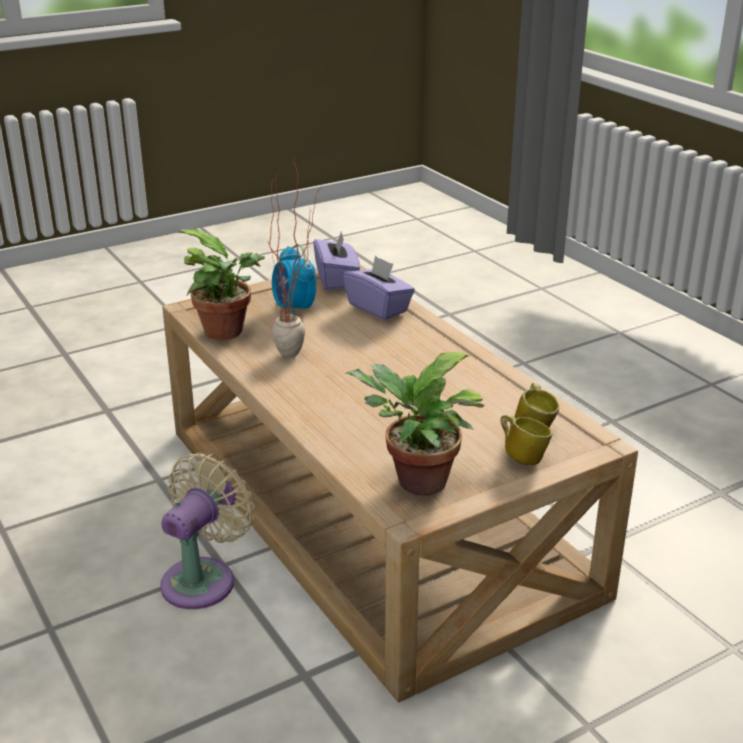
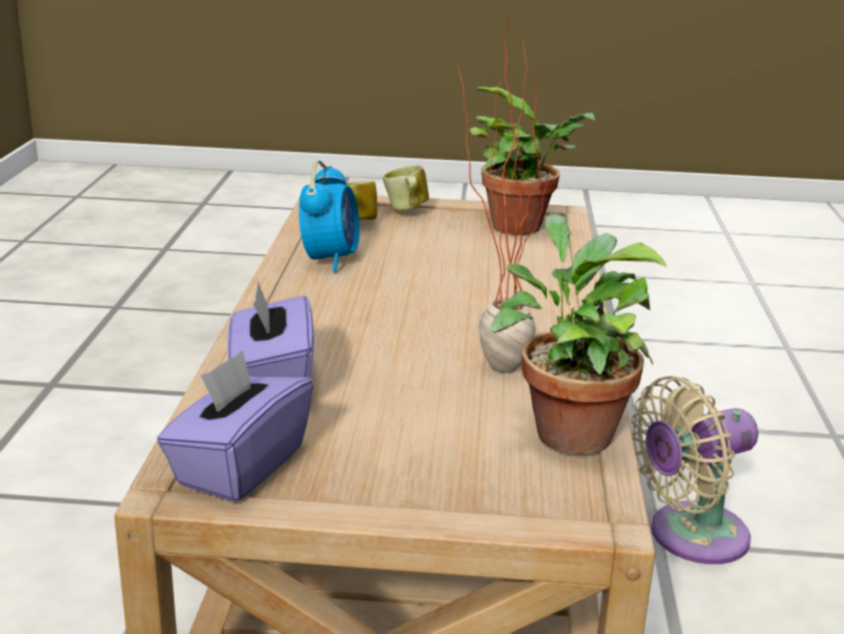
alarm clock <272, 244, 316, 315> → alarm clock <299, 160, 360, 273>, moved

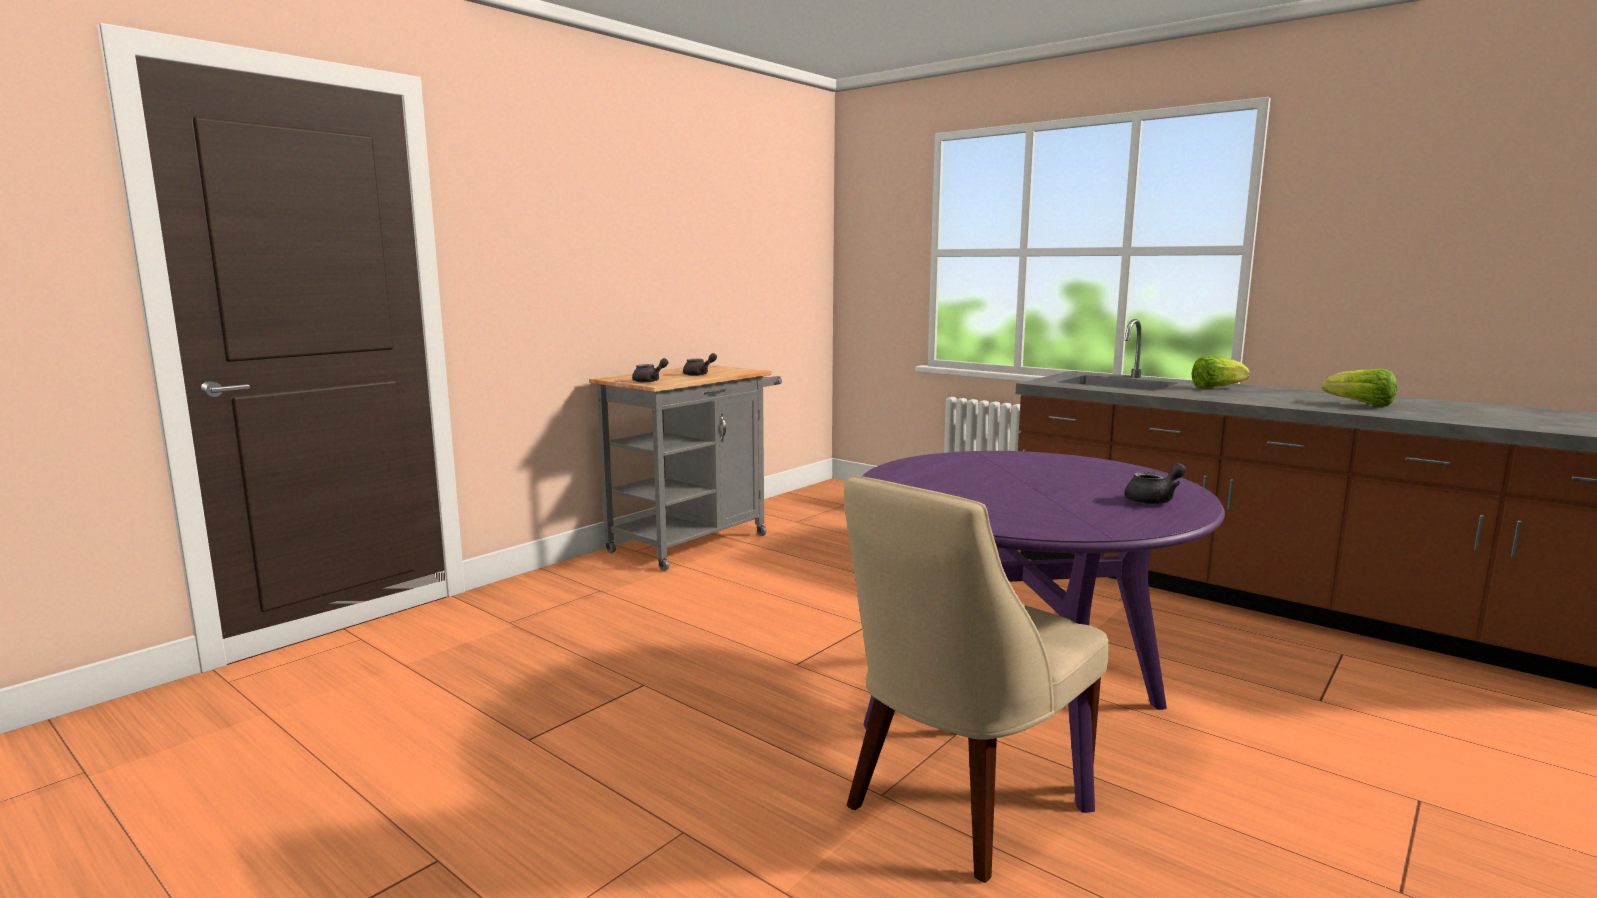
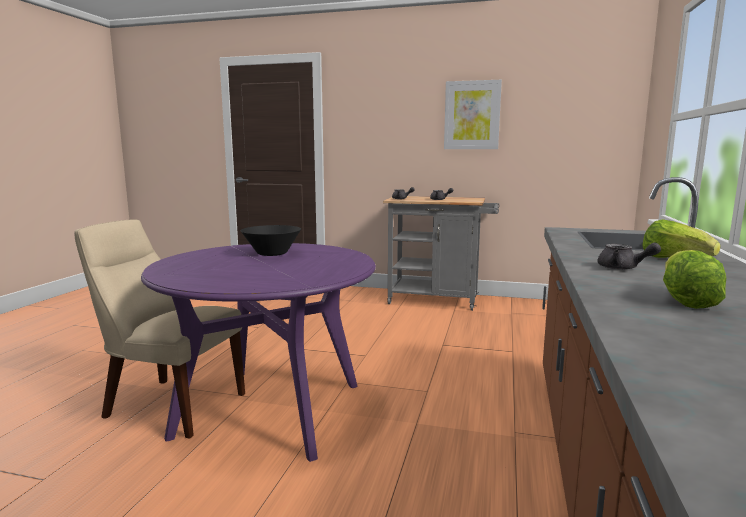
grey teapot <1124, 463, 1186, 505> → grey teapot <597, 243, 661, 270>, moved
- → picture <444, 80, 502, 149>
- → black bowl <241, 225, 301, 256>

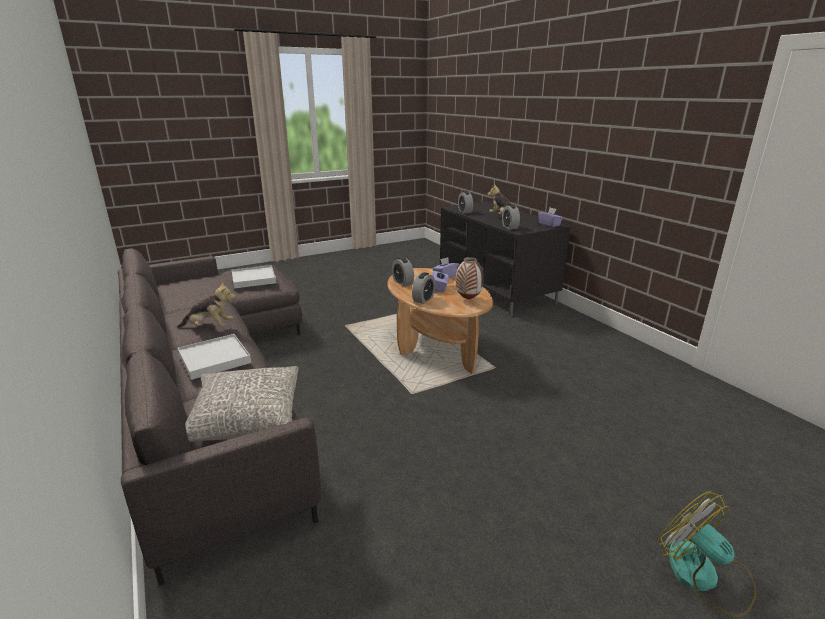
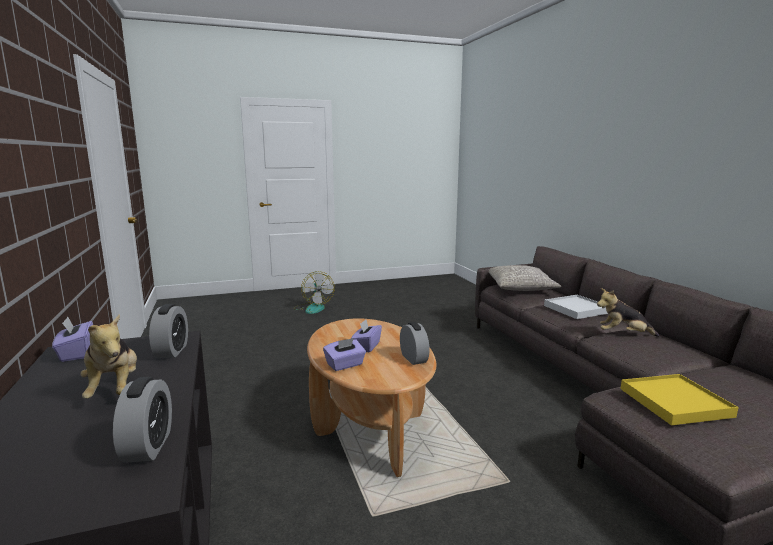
vase <455, 257, 484, 300> → -
white tray <232, 265, 276, 289> → yellow tray <621, 374, 739, 425>
alarm clock <412, 272, 435, 304> → -

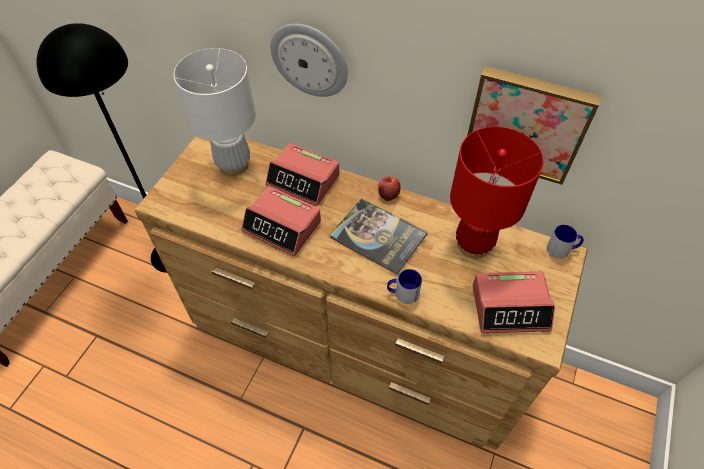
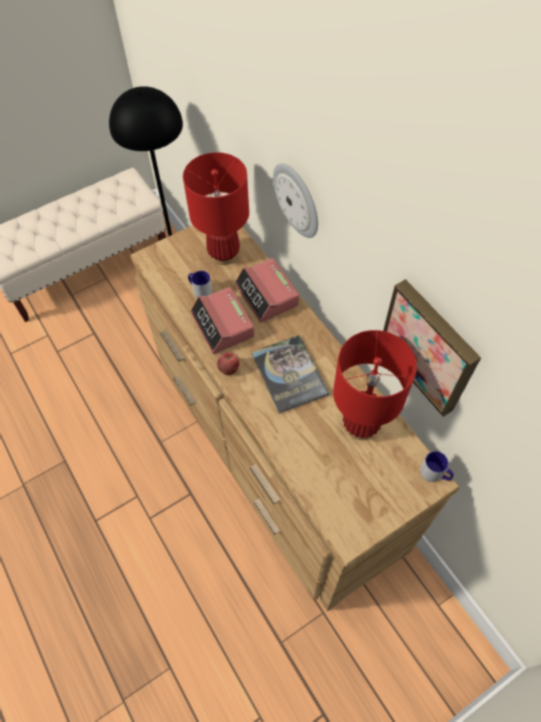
white table lamp <174, 48, 256, 176> → red table lamp <183, 152, 249, 265>
apple <378, 176, 401, 201> → apple <217, 352, 240, 375>, moved
mug <387, 269, 422, 304> → mug <188, 271, 212, 298>, moved
alarm clock <472, 272, 555, 333> → -

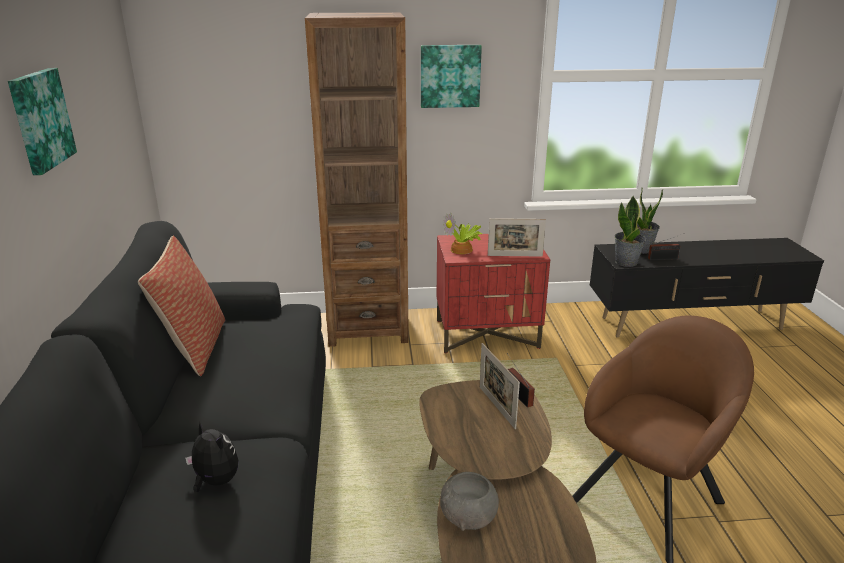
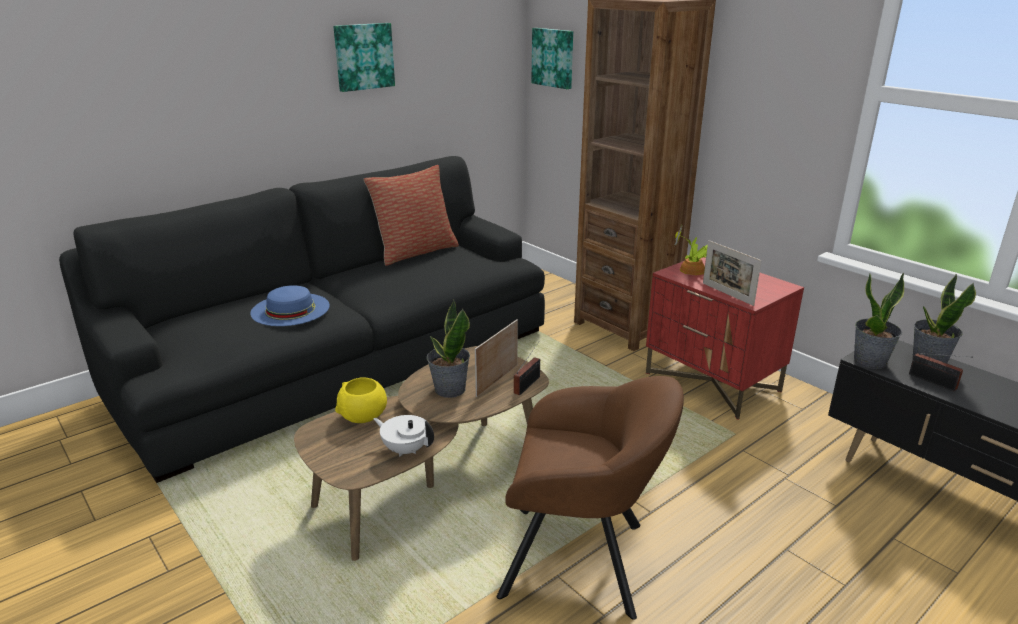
picture <421, 45, 482, 108> → picture <531, 28, 573, 89>, moved
plush toy <185, 422, 238, 493> → blue hat <250, 285, 330, 326>
grey bowl <440, 472, 499, 531> → yellow bowl <335, 378, 387, 423>
- → potted plant <427, 300, 470, 398>
- → white teapot <373, 415, 434, 456>

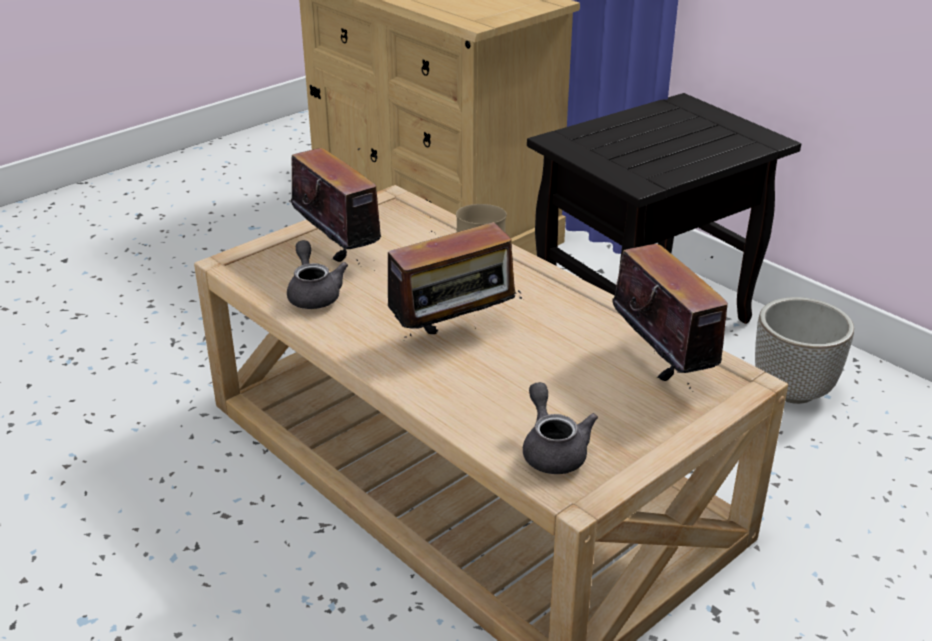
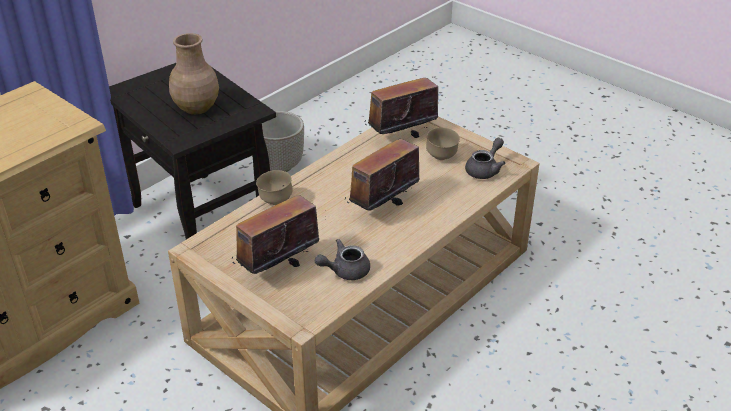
radio <373, 217, 522, 341> → radio <345, 128, 427, 210>, 105 degrees counterclockwise
grey teapot <523, 382, 598, 474> → grey teapot <465, 138, 505, 179>, 150 degrees clockwise
- → brown vase <169, 33, 219, 115>
- → brown bowl <426, 127, 460, 160>

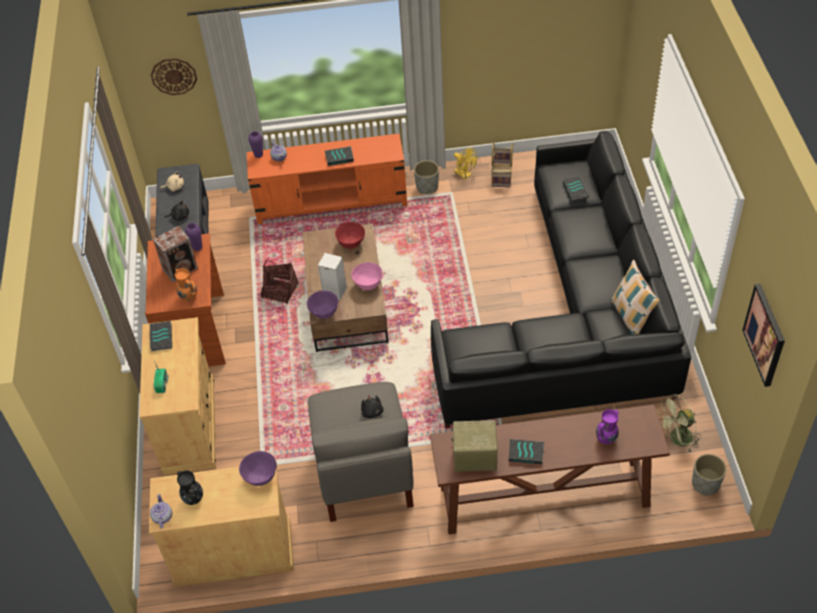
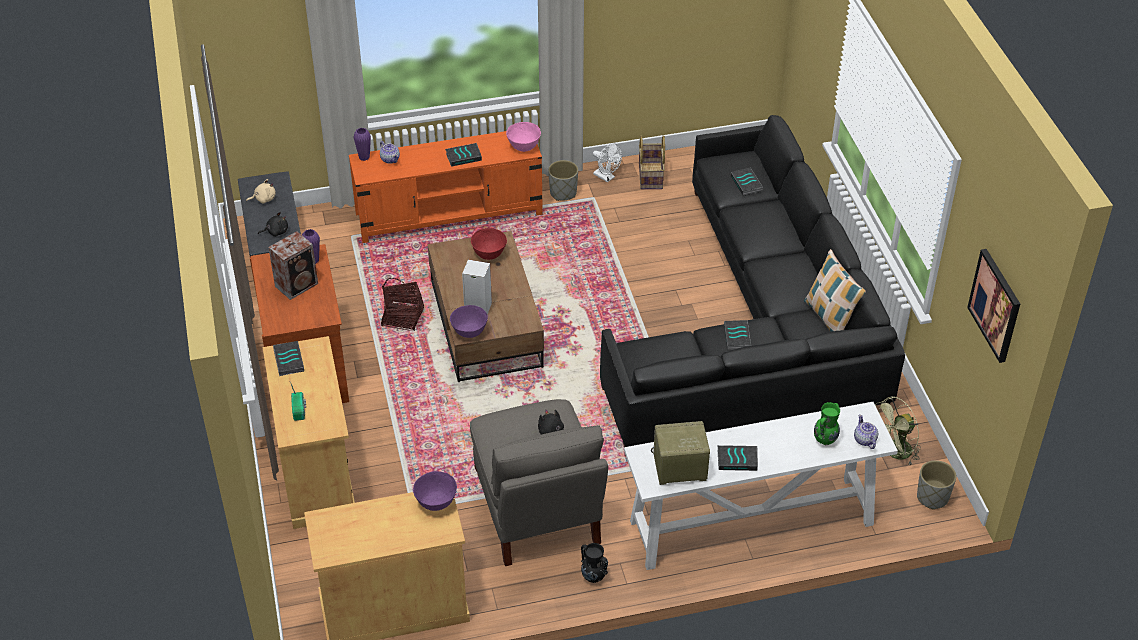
wall clock <151, 58, 197, 95> → -
yellow fan <454, 148, 477, 179> → white fan <593, 143, 622, 182>
pink bowl <351, 262, 383, 290> → pink bowl <506, 122, 541, 152>, moved
orange vase <175, 268, 197, 301> → -
brown console table <430, 405, 670, 534> → white console table <624, 402, 898, 570>
purple vase <596, 409, 619, 444> → green vase <814, 402, 840, 445>
black vase <177, 470, 203, 505> → black vase <581, 543, 608, 583>, moved
teapot <150, 494, 172, 529> → teapot <854, 414, 878, 449>, moved
- → book <724, 320, 751, 350>

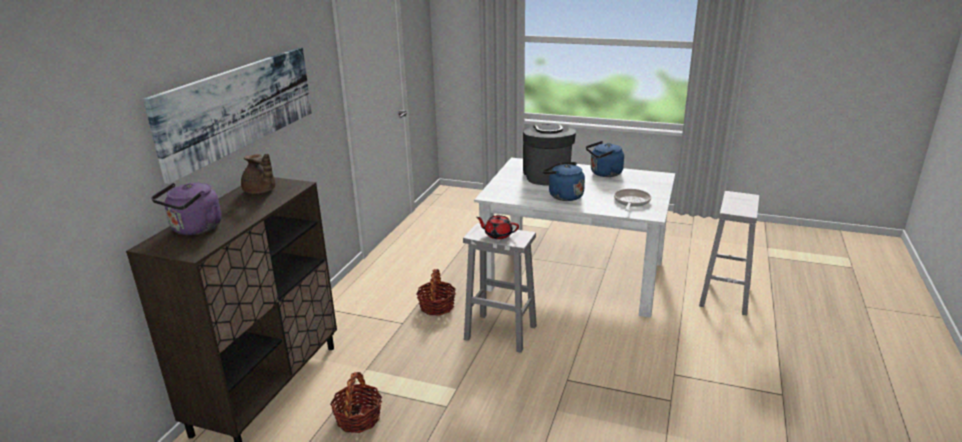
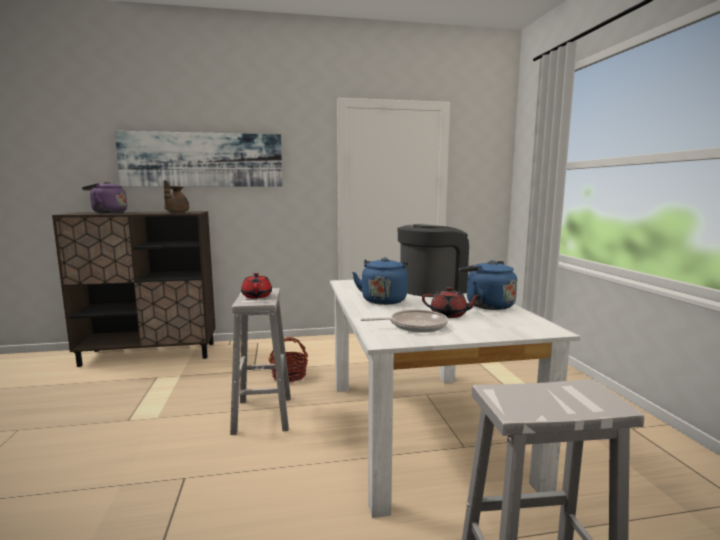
basket <330, 372, 382, 433> → -
- → red teapot <422, 287, 481, 318>

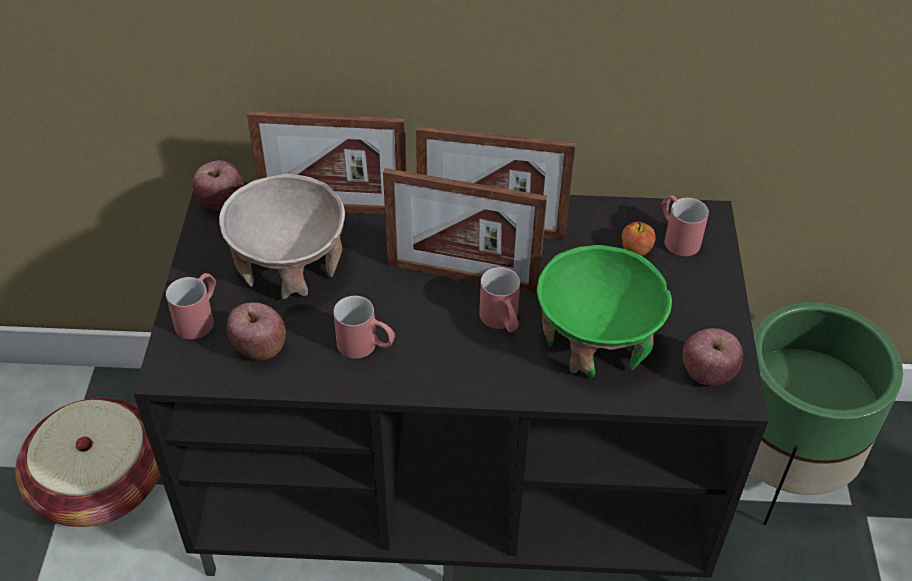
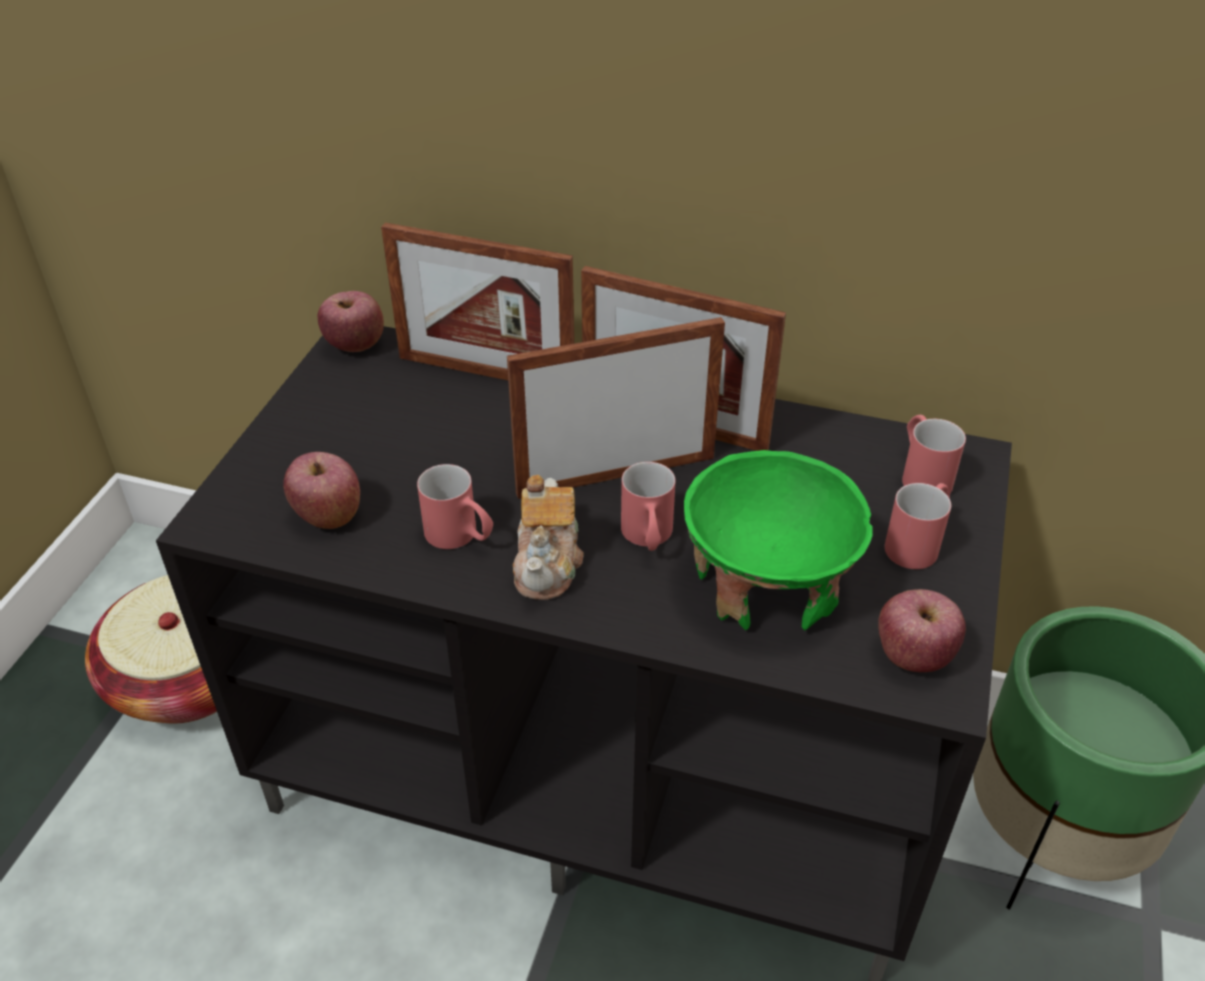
picture frame <383, 168, 547, 293> → picture frame <507, 317, 725, 499>, 135 degrees clockwise
beige bowl <219, 173, 345, 299> → -
apple <622, 222, 655, 256> → -
red mug <166, 273, 216, 339> → red mug <885, 483, 951, 569>, moved
- → teapot <513, 475, 583, 600>

